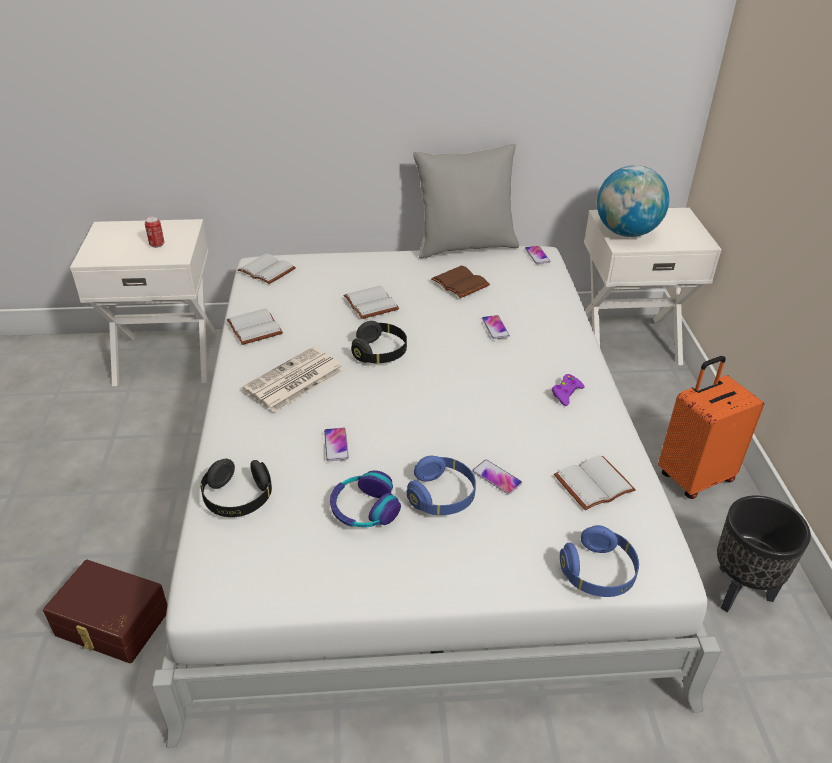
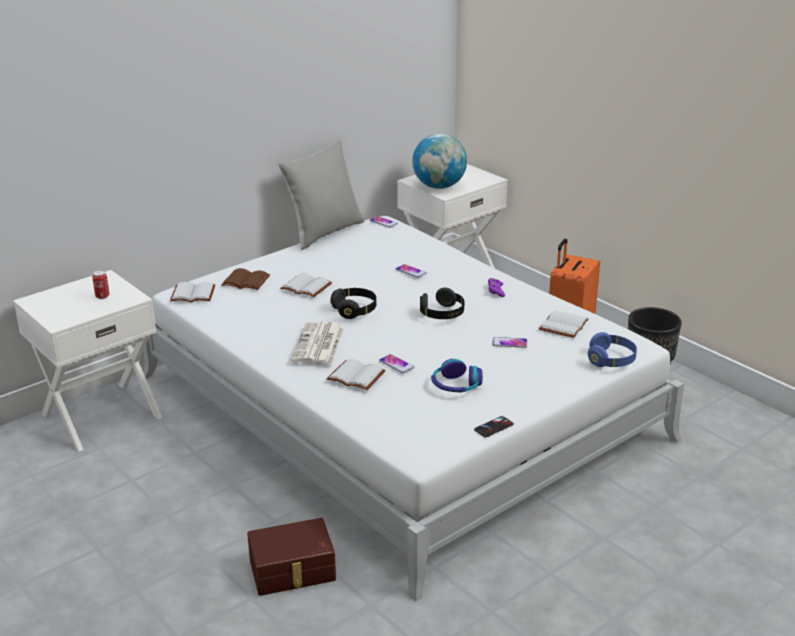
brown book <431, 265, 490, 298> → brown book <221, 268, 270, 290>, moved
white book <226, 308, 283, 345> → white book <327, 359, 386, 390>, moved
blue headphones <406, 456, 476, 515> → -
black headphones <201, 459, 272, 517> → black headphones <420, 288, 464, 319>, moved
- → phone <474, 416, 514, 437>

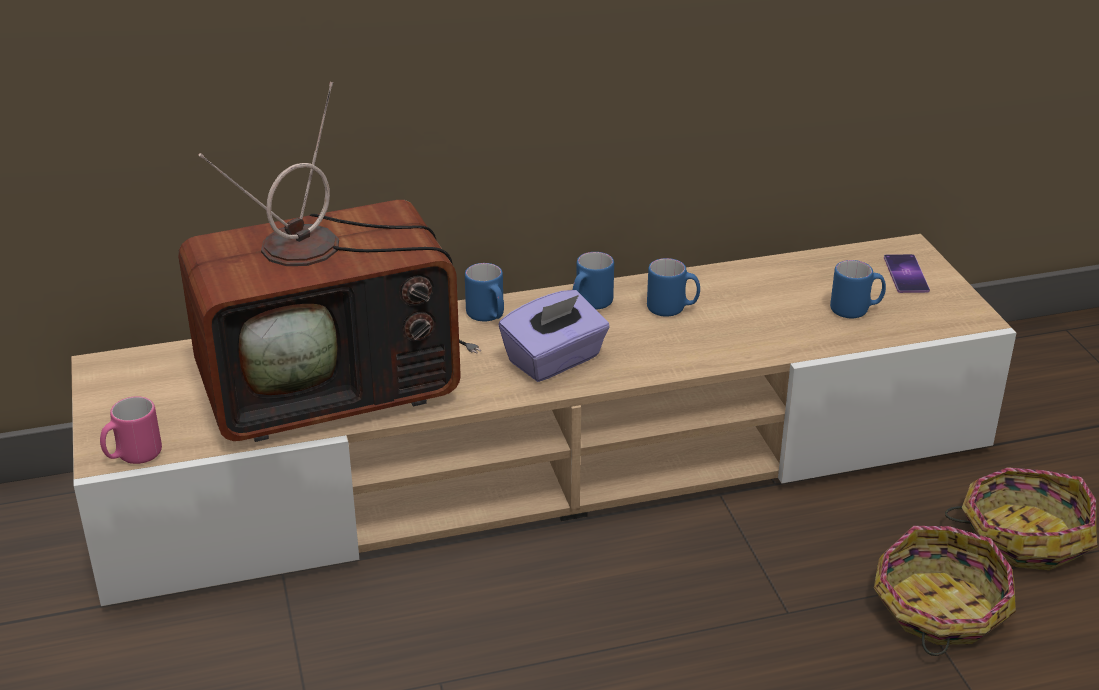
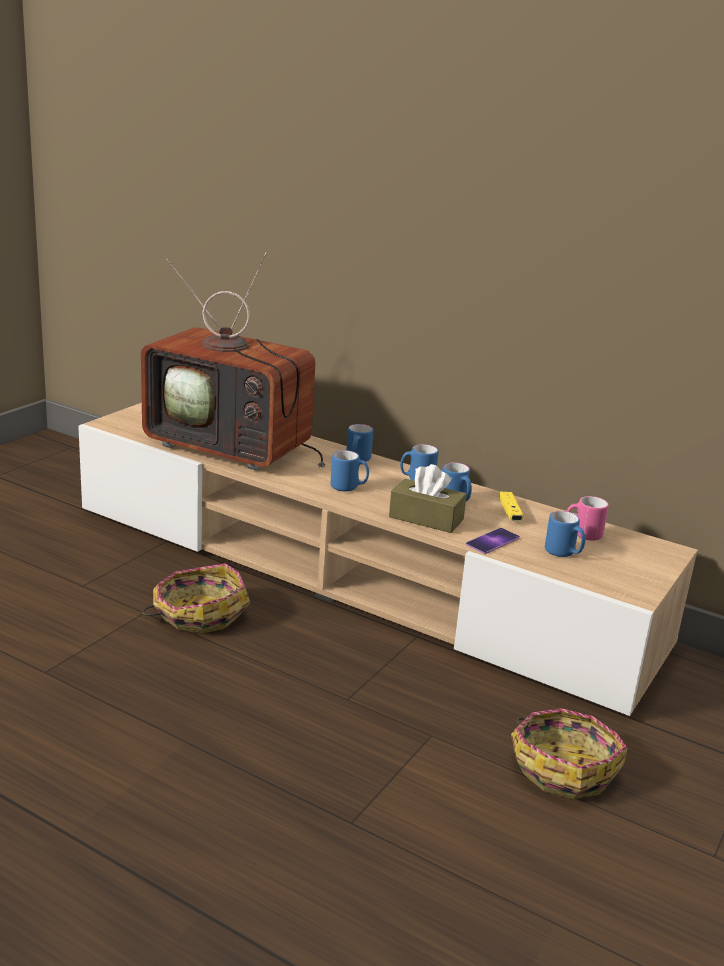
phone <884, 254, 930, 293> → phone <465, 528, 520, 554>, moved
purple tissue box <498, 290, 610, 382> → blue mug <331, 450, 369, 492>
pink mug <100, 396, 162, 464> → pink mug <567, 496, 609, 541>, moved
basket <874, 526, 1016, 656> → basket <142, 563, 250, 633>, moved
- → brown tissue box <389, 464, 467, 533>
- → yellow game controller <499, 492, 523, 521>

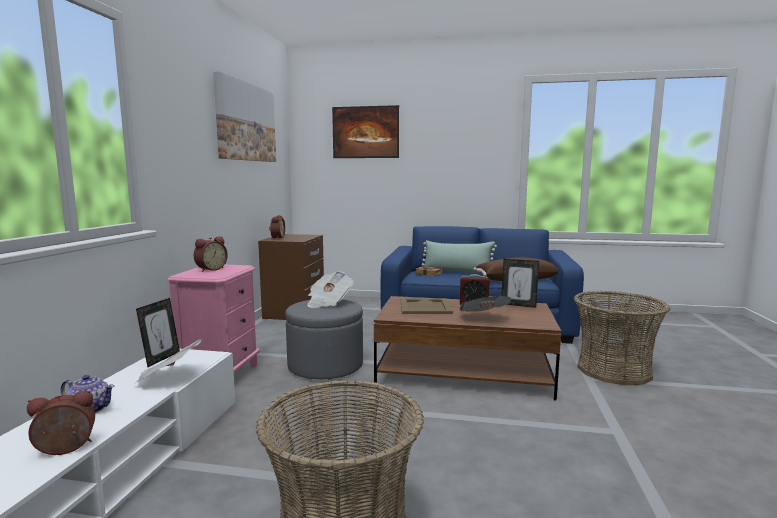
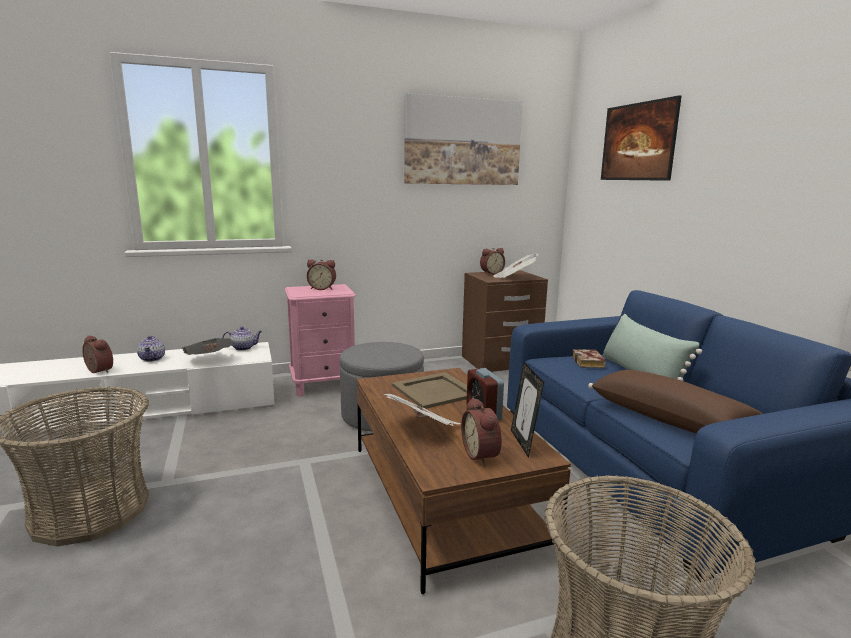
newspaper <307, 271, 354, 308> → newspaper <493, 254, 538, 278>, moved
picture frame <136, 298, 180, 367> → teapot <222, 327, 262, 351>
- → alarm clock <461, 397, 502, 466>

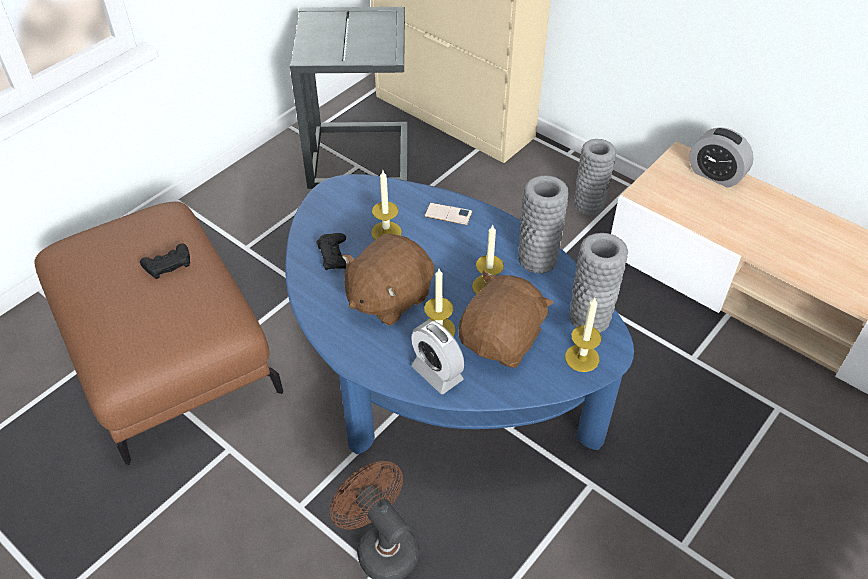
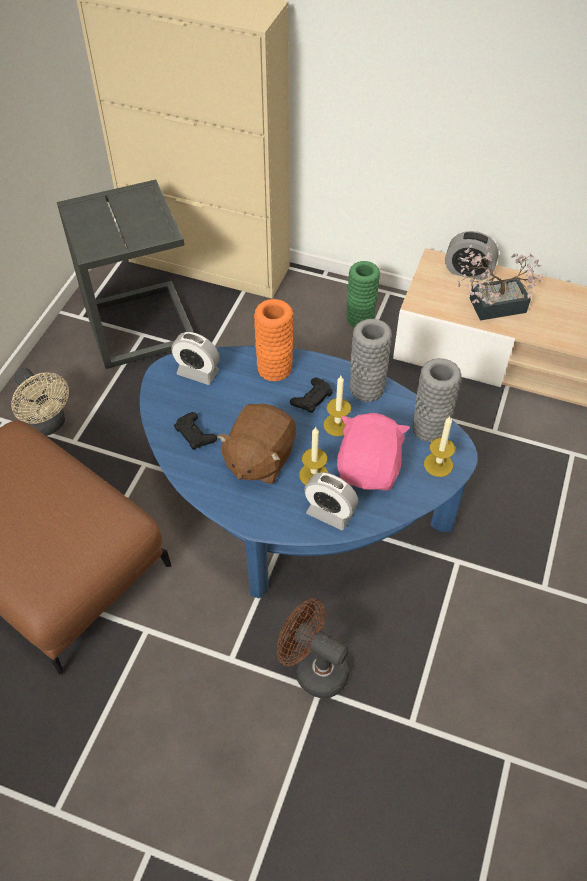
grey vase <574, 139, 616, 215> → green vase <346, 261, 380, 327>
candle <371, 171, 402, 240> → -
phone <424, 202, 473, 225> → orange vase <254, 299, 293, 381>
black game controller <140, 243, 190, 279> → black game controller <290, 378, 333, 413>, moved
brown plush toy <459, 271, 553, 368> → pink plush toy <337, 413, 410, 490>
- → potted plant <457, 245, 544, 321>
- → alarm clock <171, 332, 219, 385>
- → beige fan <11, 368, 69, 436>

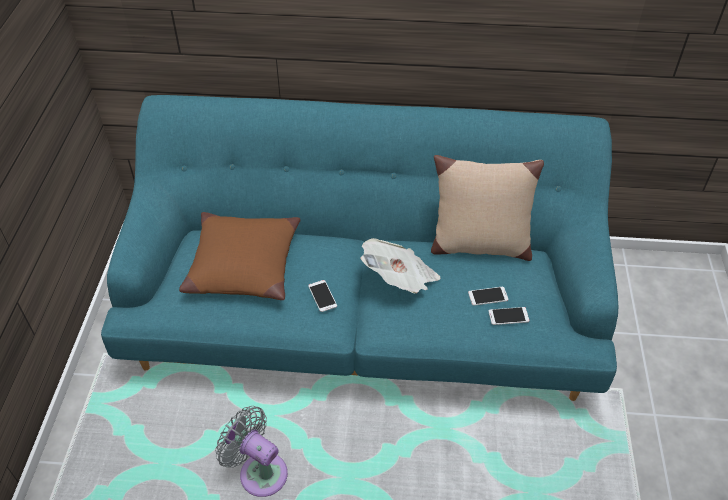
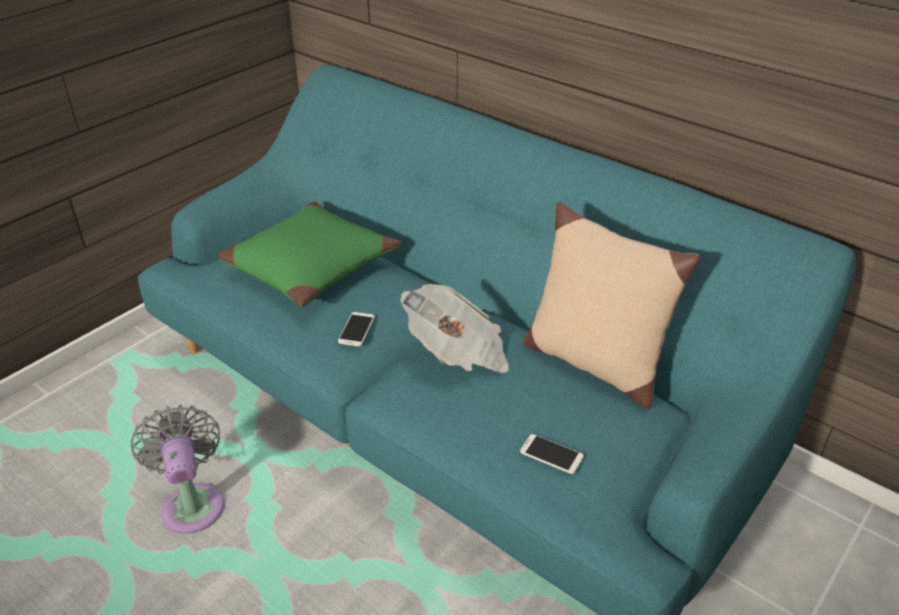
brown pillow <179, 212, 300, 300> → green pillow <218, 201, 402, 307>
phone <468, 287, 508, 306> → -

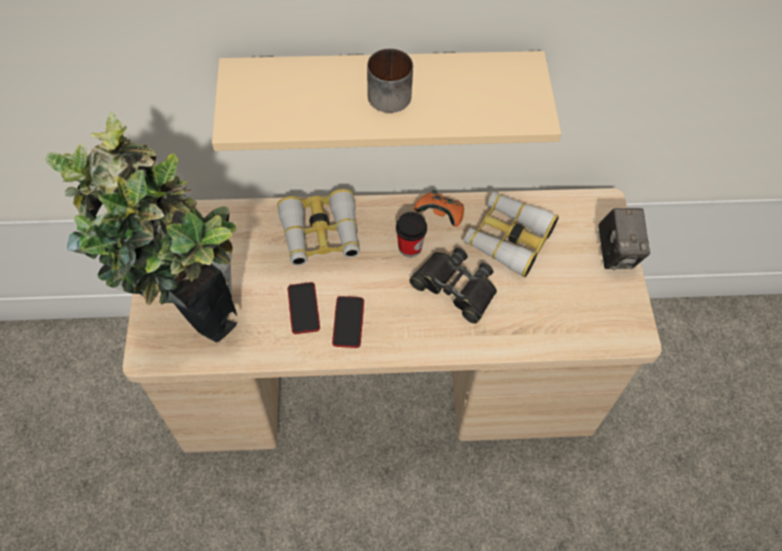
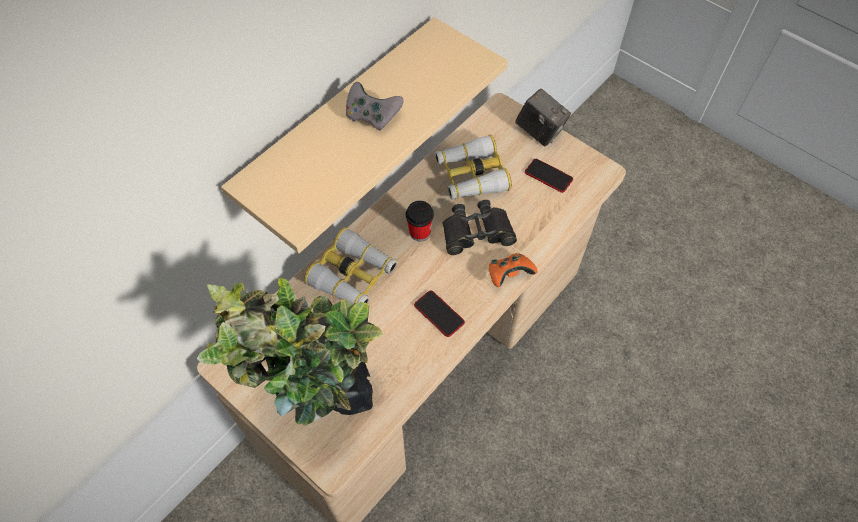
mug <367, 48, 413, 113> → grey game controller <346, 82, 403, 131>
orange game controller <414, 190, 464, 227> → orange game controller <489, 253, 538, 287>, moved
phone <288, 282, 320, 334> → phone <525, 159, 573, 193>, moved

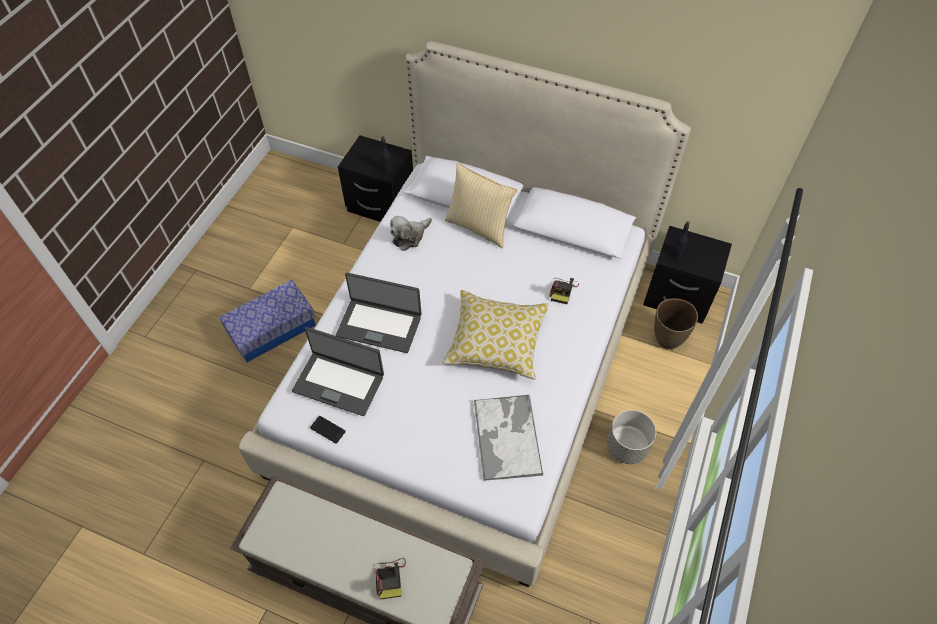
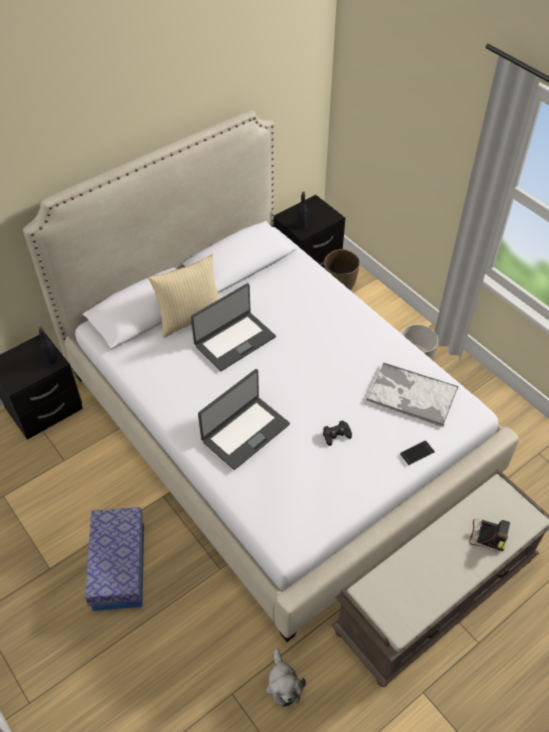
plush toy <390, 216, 432, 251> → plush toy <266, 648, 306, 707>, moved
photo camera <549, 278, 579, 304> → -
pillow <443, 290, 549, 379> → -
laptop <292, 327, 384, 416> → laptop <191, 283, 276, 371>, moved
phone <310, 416, 346, 444> → phone <400, 441, 435, 465>, moved
- → black game controller <323, 420, 352, 446>

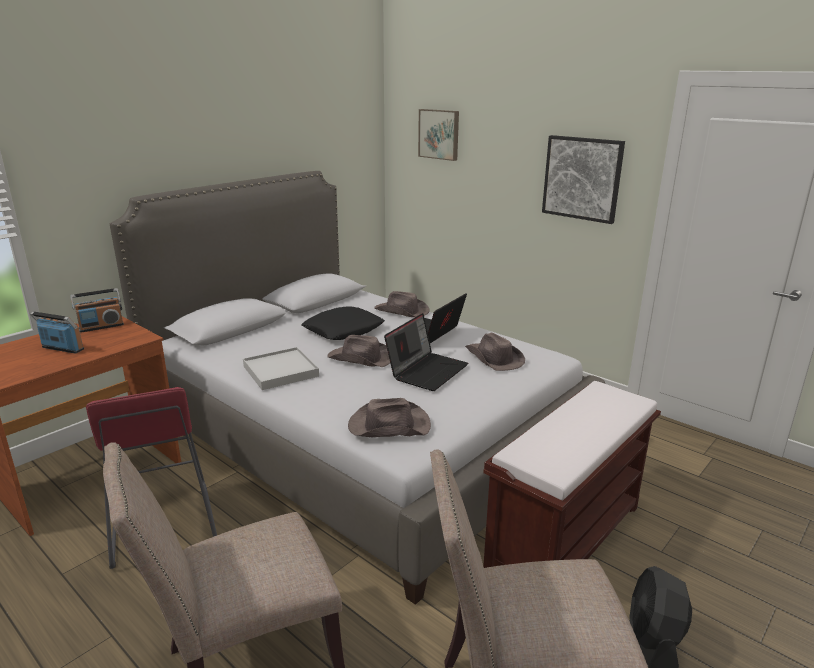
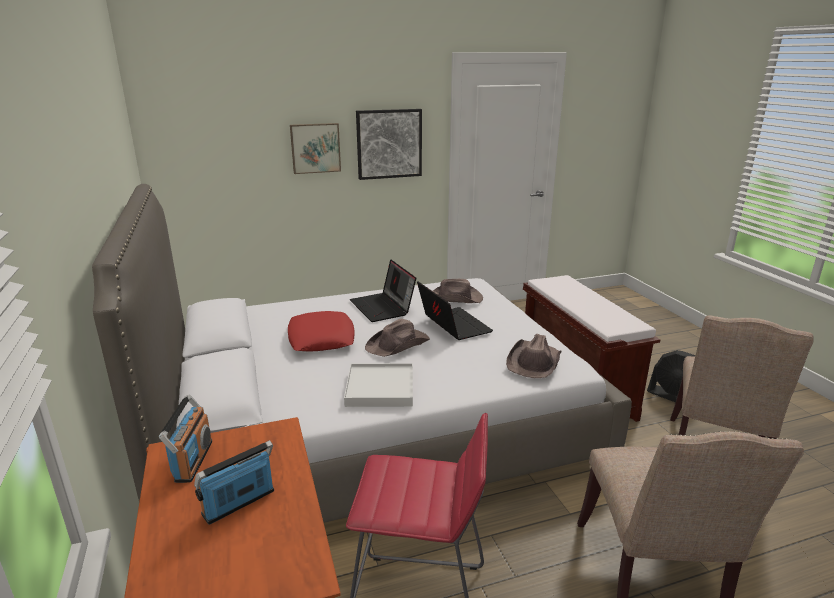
picture <418, 109, 459, 161> → picture <290, 123, 341, 174>, moved
brown hat <374, 291, 430, 317> → -
black pillow <301, 306, 385, 340> → red pillow <288, 311, 355, 351>

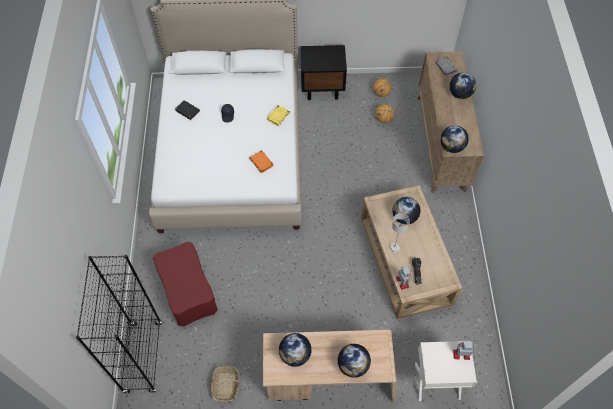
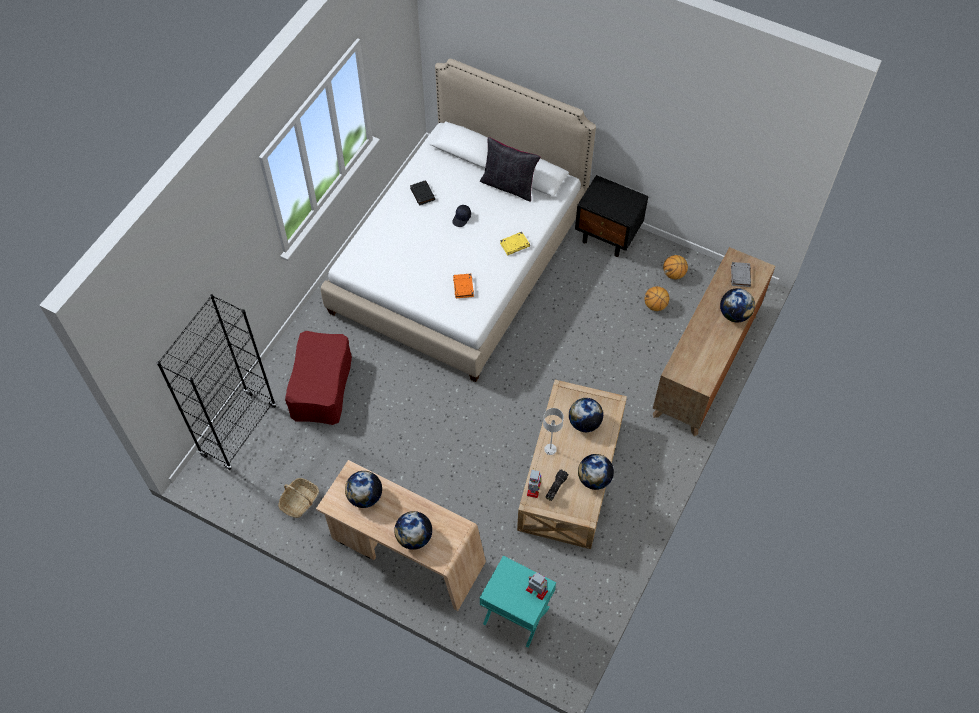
globe <440, 125, 469, 153> → globe <578, 454, 614, 490>, moved
white nightstand <414, 341, 477, 401> → turquoise nightstand <480, 556, 556, 648>
- → black pillow <480, 137, 540, 202>

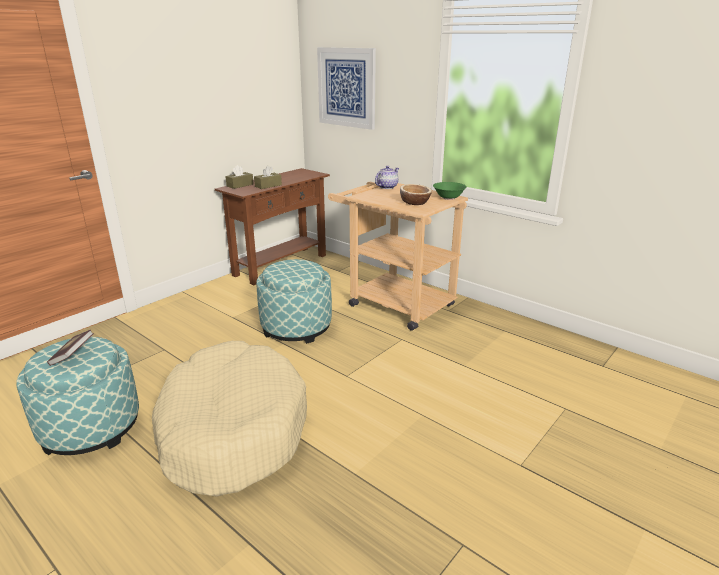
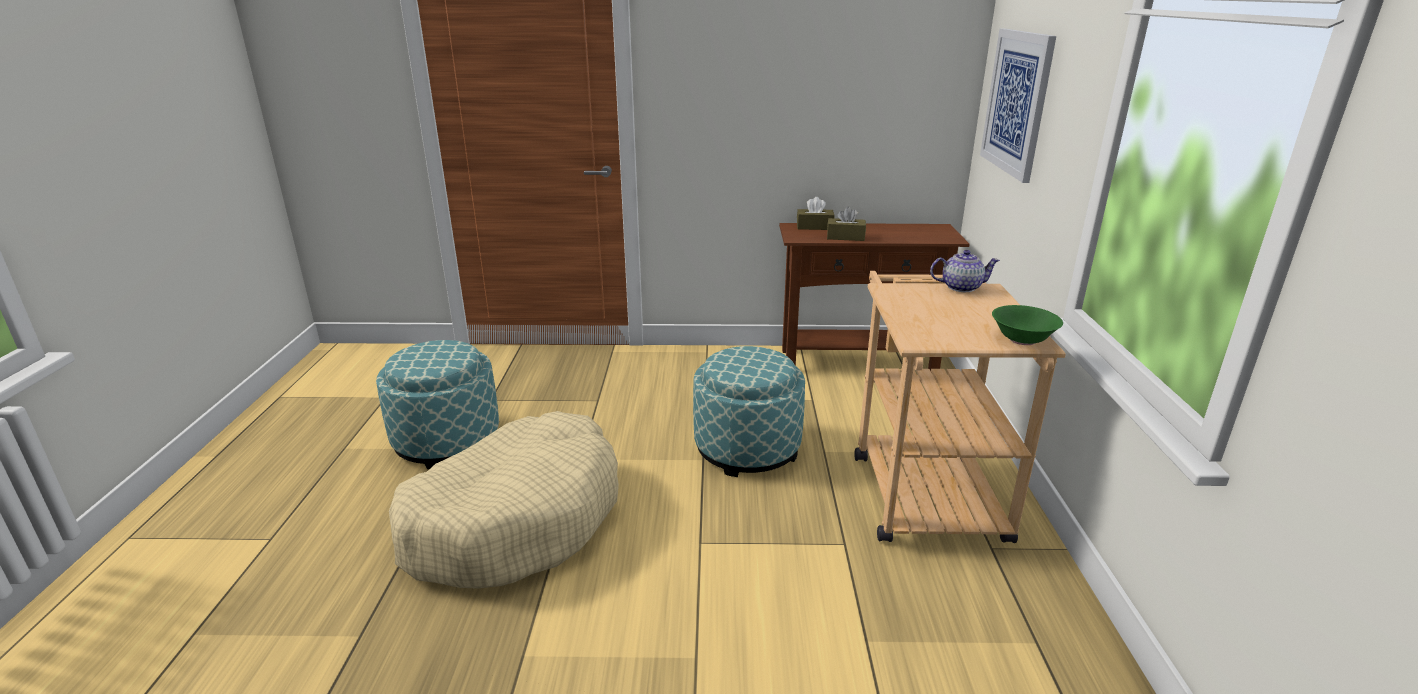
bowl <400, 184, 432, 205> → -
book <47, 330, 94, 366> → -

